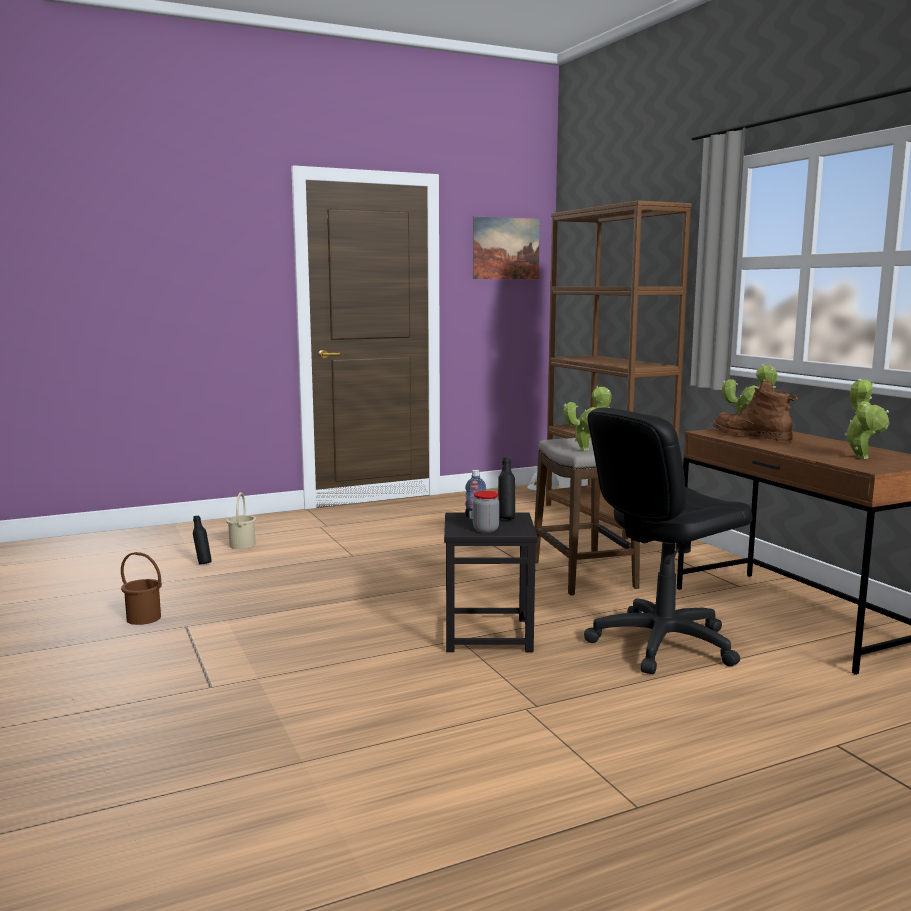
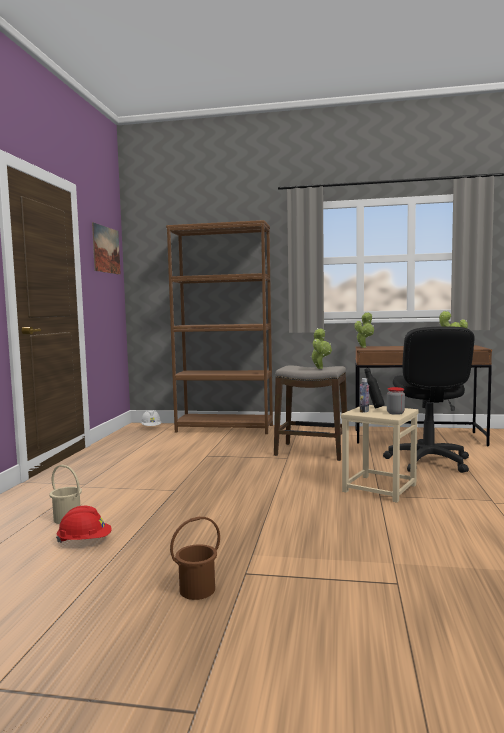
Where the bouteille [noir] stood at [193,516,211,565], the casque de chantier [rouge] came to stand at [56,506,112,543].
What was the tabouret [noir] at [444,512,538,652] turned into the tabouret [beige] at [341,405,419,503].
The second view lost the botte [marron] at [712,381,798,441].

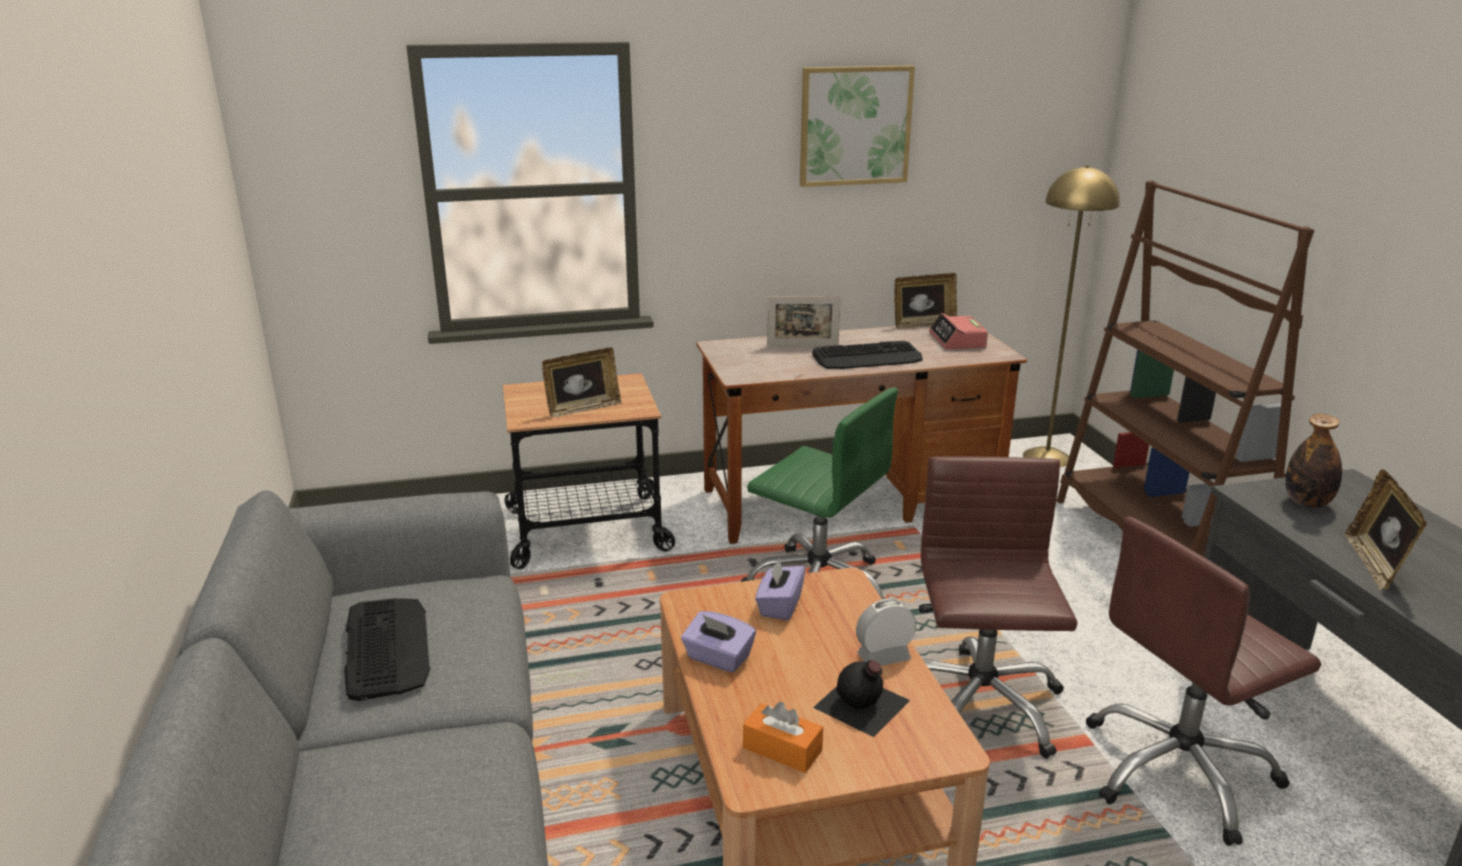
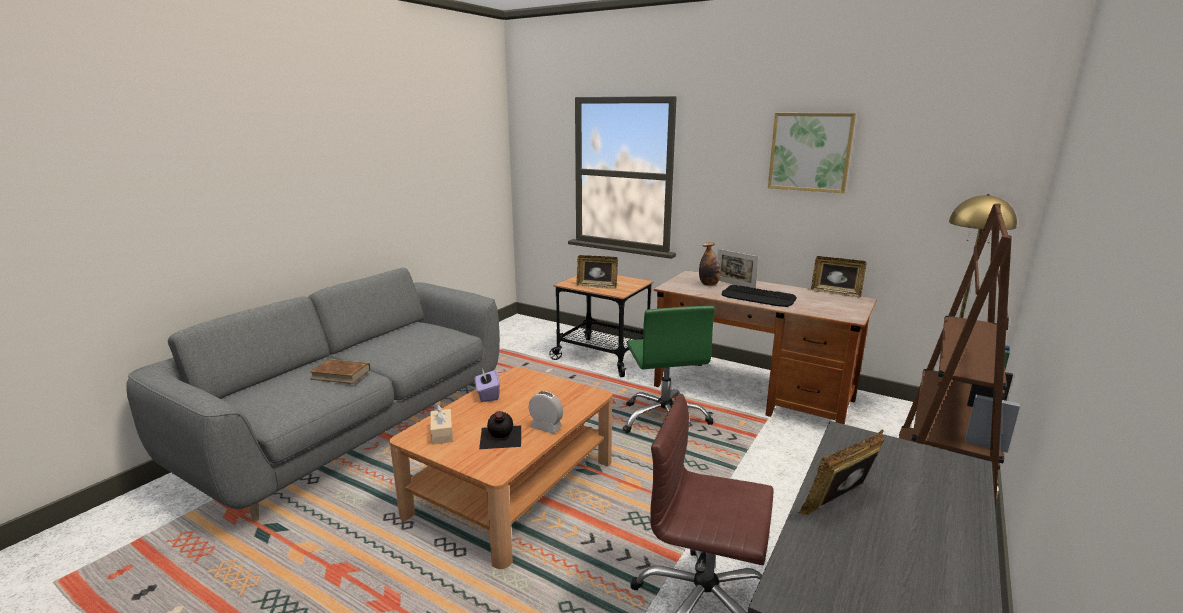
The second view gained the livre [marron] at [310,359,370,384].
What was the boîte à mouchoirs [orange] at [743,702,823,773] turned into the boîte à mouchoirs [beige] at [430,404,453,445].
The bouteille ended up elsewhere, having gone from [1285,414,1342,508] to [699,242,721,286].
The second view lost the clavier at [344,598,430,701].
The second view lost the boîte à mouchoirs [violet] at [755,559,805,620].
The second view lost the chaise de bureau [marron] at [919,456,1078,759].
The second view lost the réveil at [929,313,988,349].

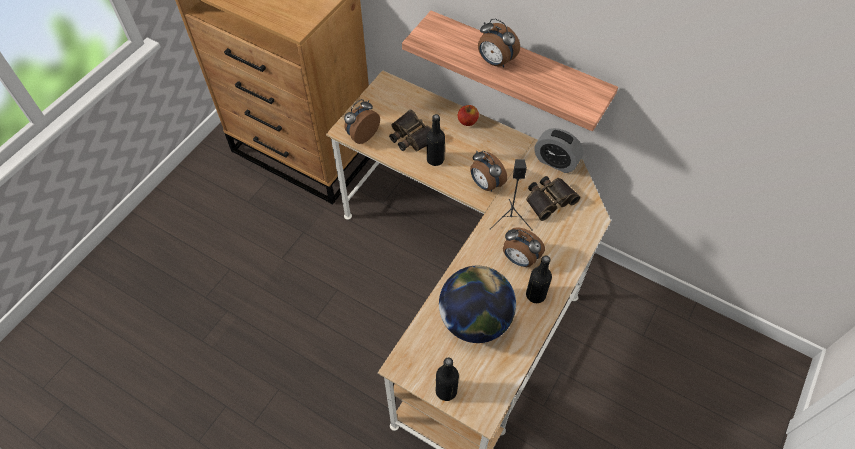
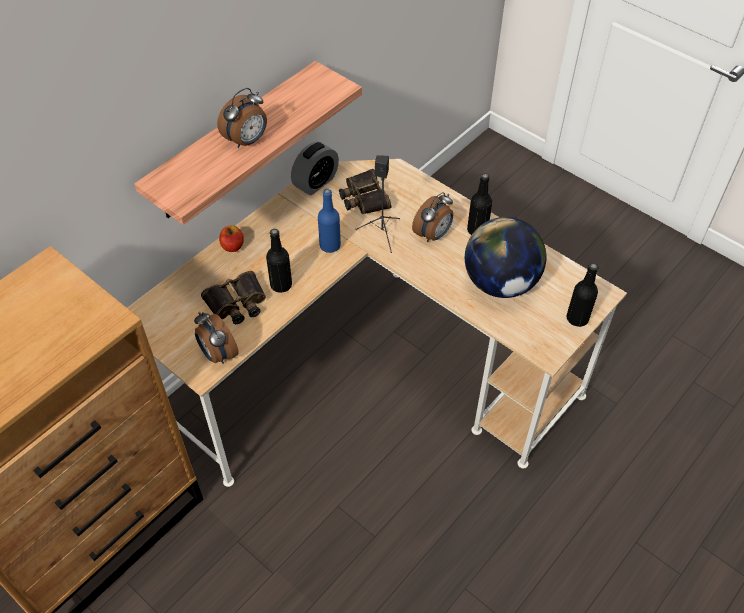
Where the réveil stood at [470,151,507,192], the bouteille [bleu] came to stand at [318,189,341,253].

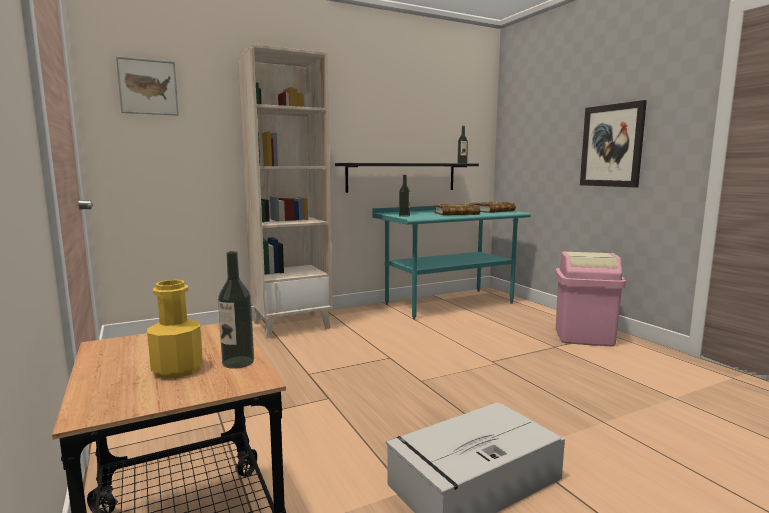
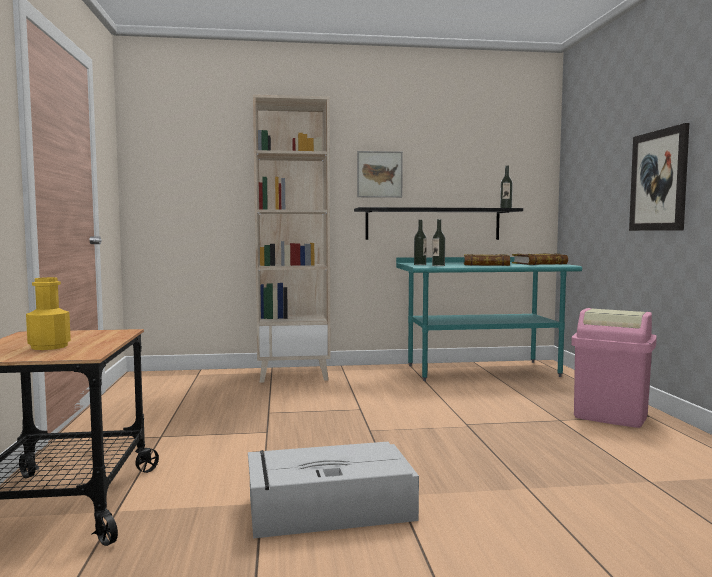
The tableau ended up elsewhere, having gone from [116,56,179,116] to [357,151,403,198].
The bouteille ended up elsewhere, having gone from [218,251,254,369] to [432,219,445,266].

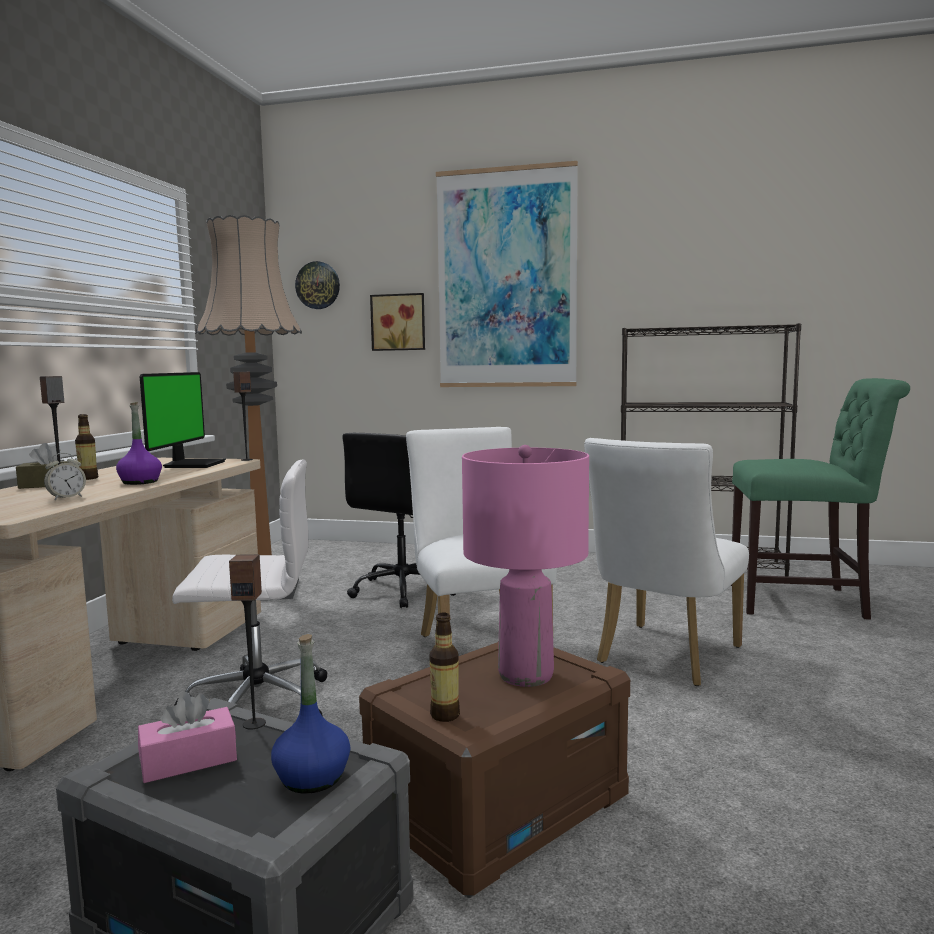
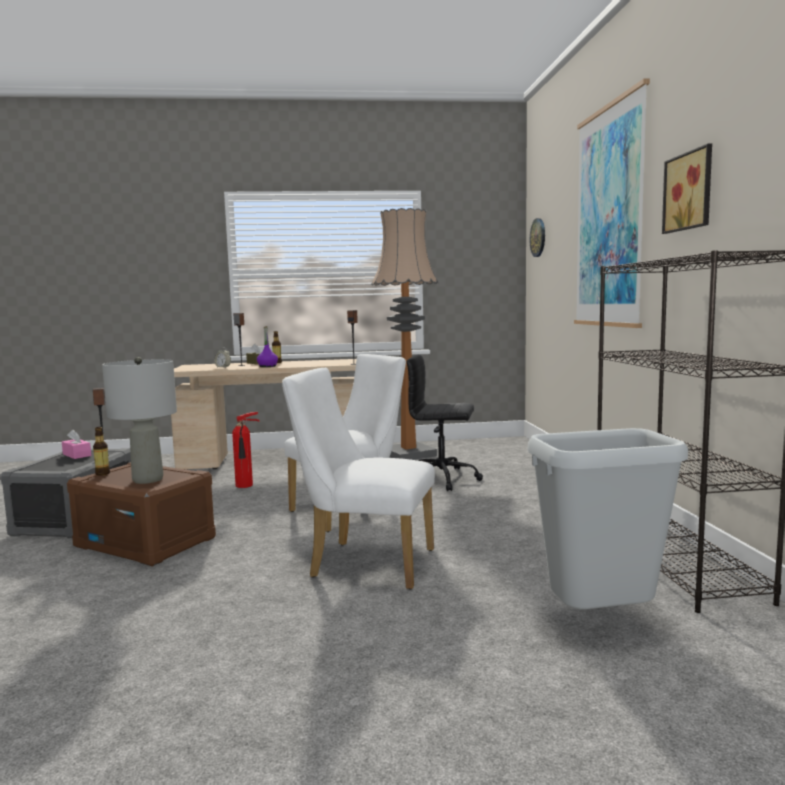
What was the lampe de table [rose] at [462,445,589,687] turned into the lampe de table [gris] at [102,357,177,484].
Where the chaise de bureau [blanc] stood at [172,459,327,716], the extincteur came to stand at [232,412,260,488].
Where the chaise [vert] stood at [731,378,910,620], the poubelle [gris] came to stand at [527,428,688,609].
The tableau ended up elsewhere, having gone from [370,293,425,351] to [662,144,712,234].
The second view lost the écran d'ordinateur at [140,372,226,468].
The second view lost the bouteille [bleu] at [271,634,350,794].

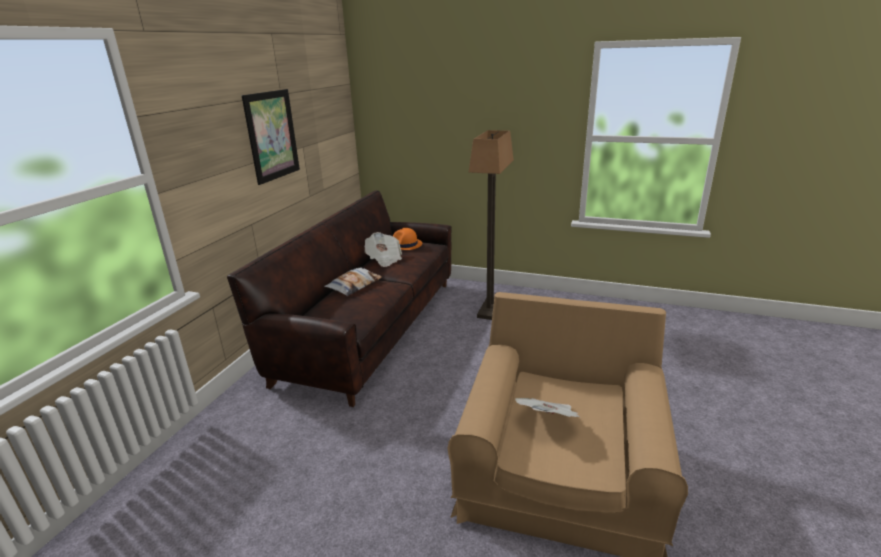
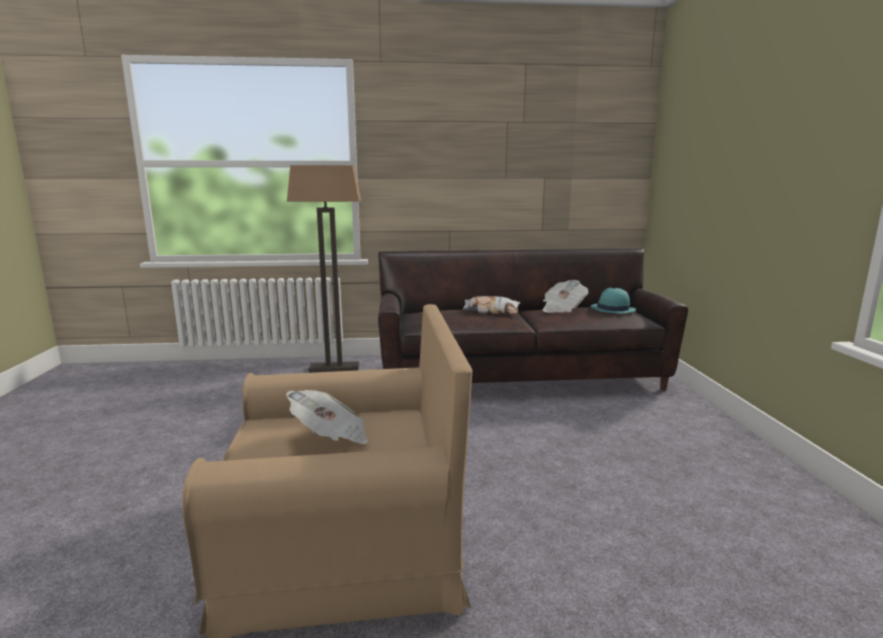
The lampadaire ended up elsewhere, having gone from [469,130,514,320] to [287,165,361,373].
What was the chapeau [orange] at [393,228,422,250] turned into the chapeau [turquoise] at [591,288,636,313].
The second view lost the tableau at [242,89,300,185].

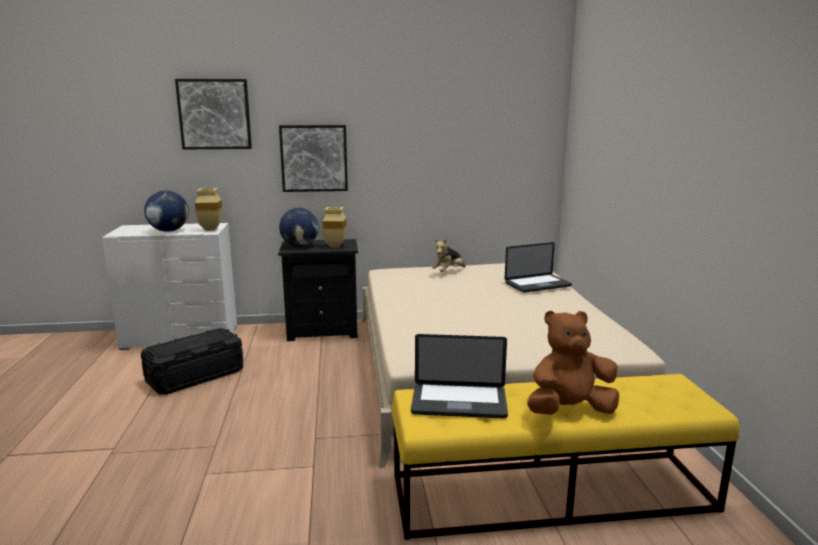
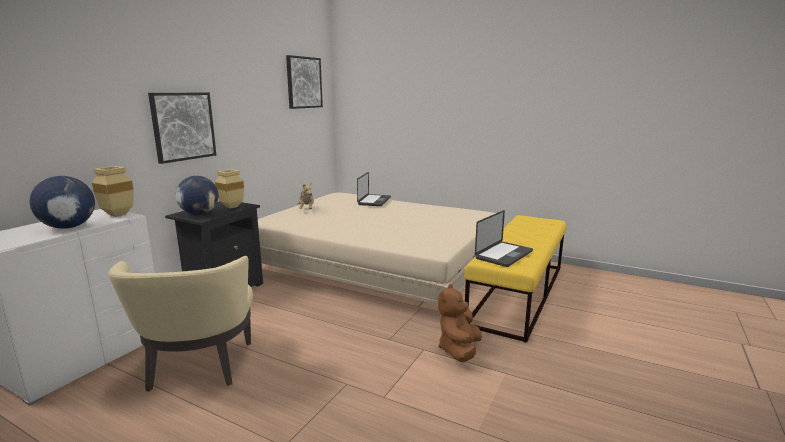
Where the boîte de rangement [noir] stood at [141,328,243,395], the fauteuil [beige] came to stand at [108,256,253,392].
The tableau ended up elsewhere, having gone from [175,79,252,149] to [286,55,323,109].
The peluche [marron] ended up elsewhere, having gone from [527,310,619,415] to [438,284,482,362].

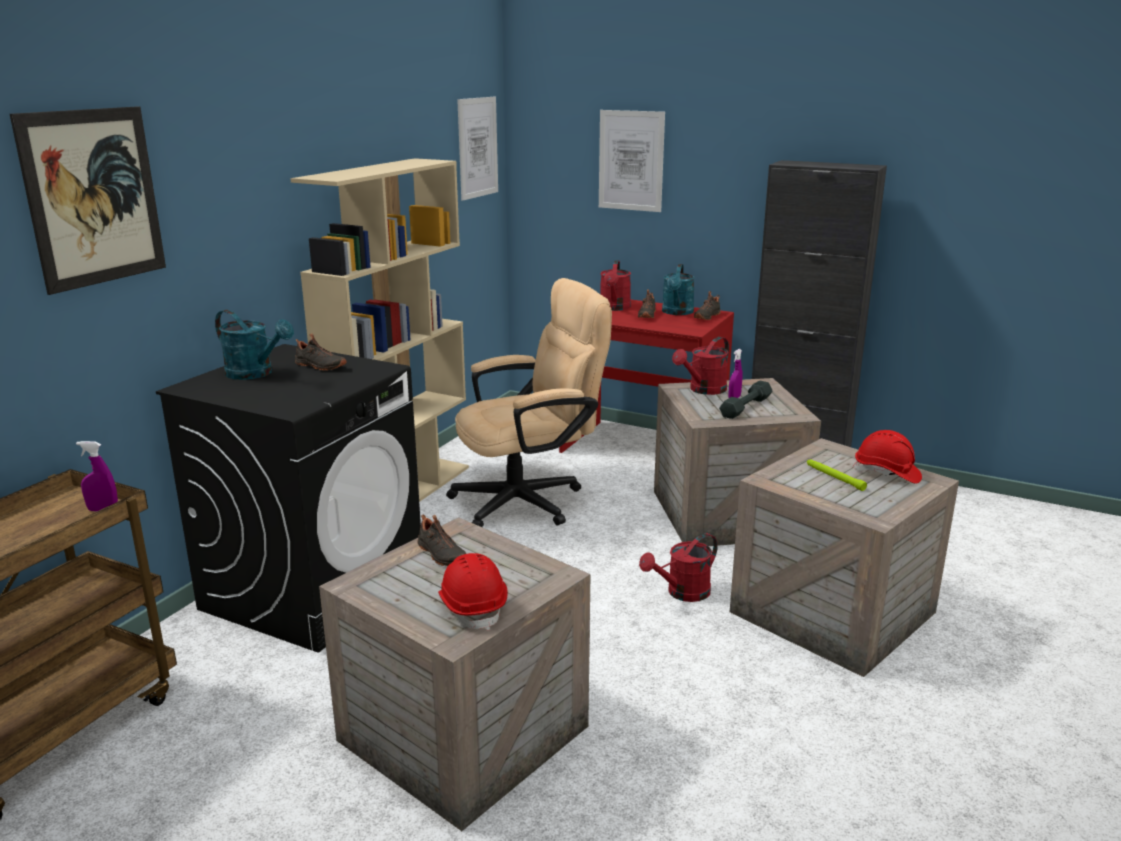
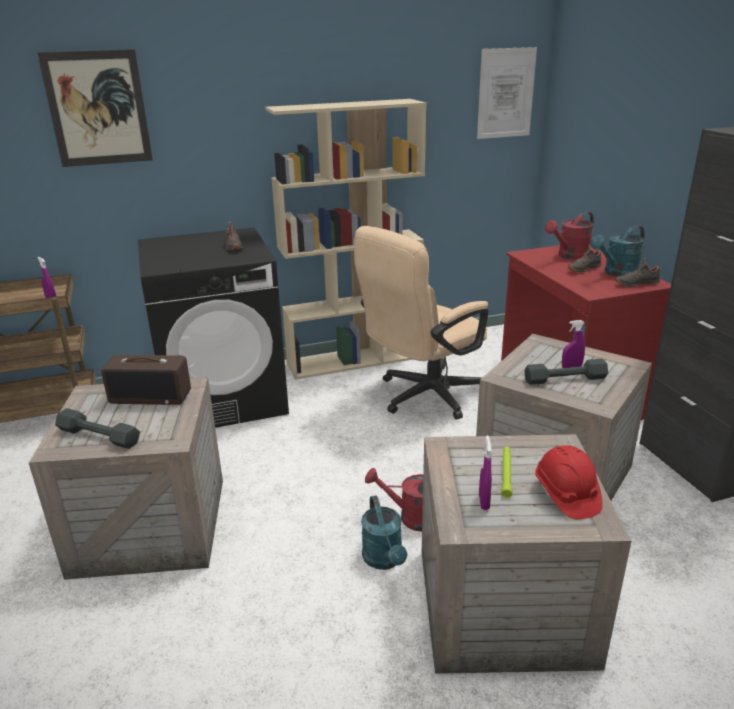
Where the casque de chantier [rouge] stood at [438,553,508,631], the haltère [gris] came to stand at [55,408,140,449].
Where the chaussure [noir] stood at [417,514,466,566], the radio came to stand at [101,355,191,405].
The chaise de bureau [beige] at [446,278,612,527] ended up facing another way, 120 degrees clockwise from before.
The arrosoir [turquoise] ended up elsewhere, having gone from [215,310,294,380] to [361,495,407,570].
The second view gained the vaporisateur [violet] at [479,436,492,510].
The second view lost the tableau at [599,110,665,212].
The second view lost the arrosoir [rouge] at [672,337,729,395].

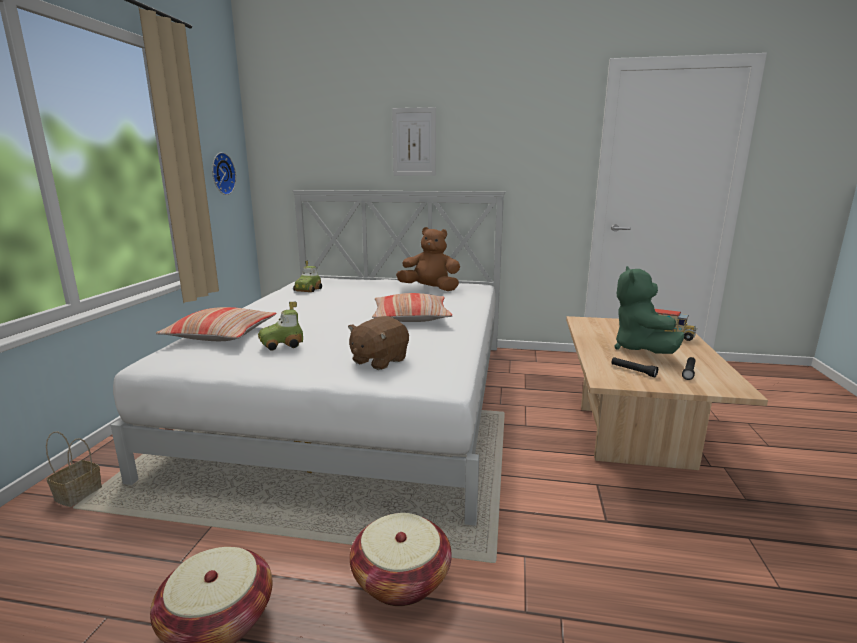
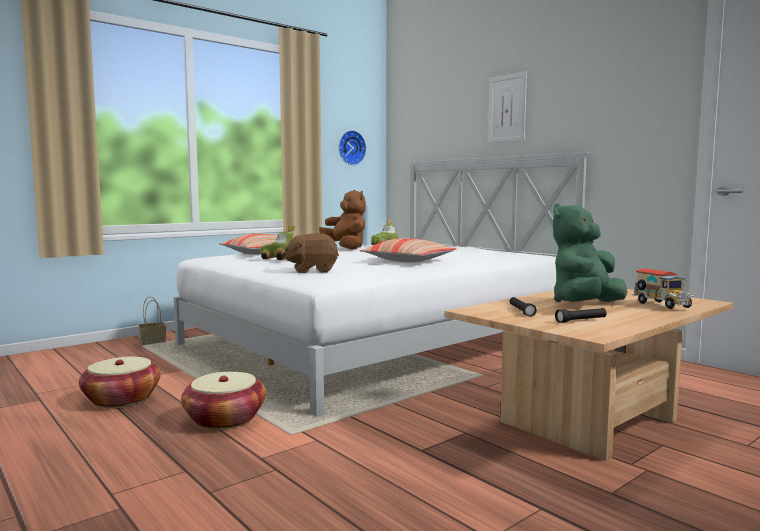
The peluche [marron] ended up elsewhere, having gone from [396,227,460,291] to [319,190,366,250].

